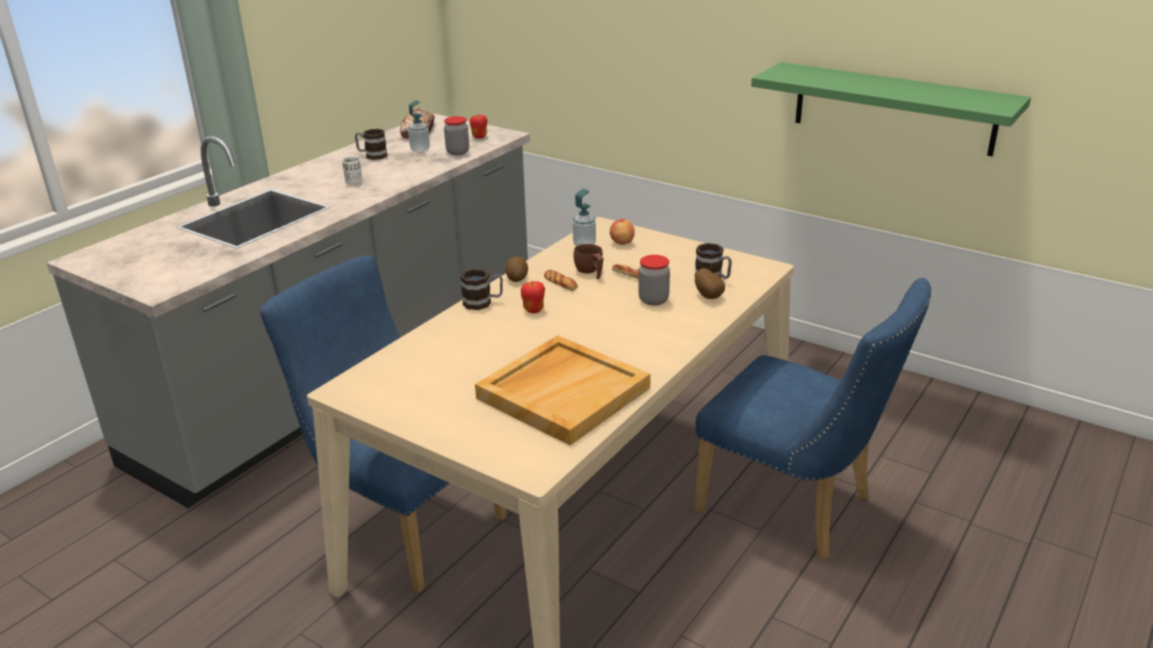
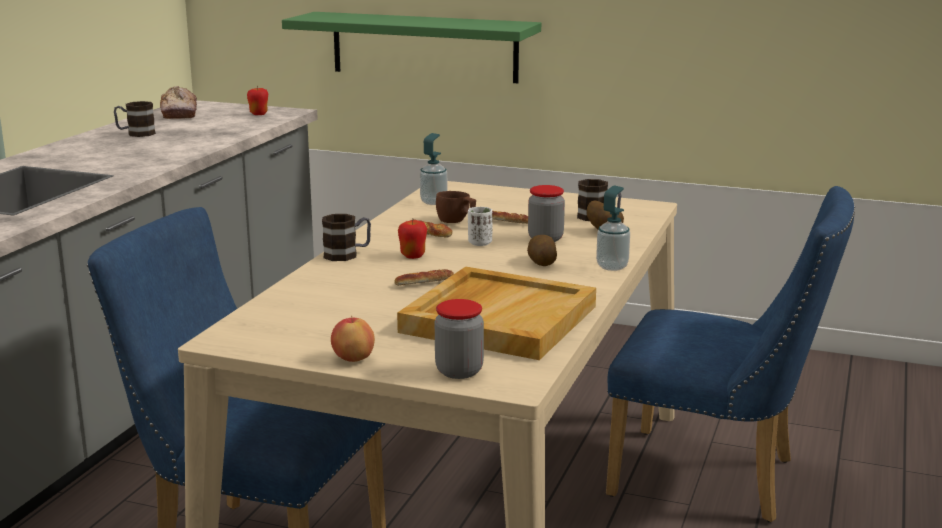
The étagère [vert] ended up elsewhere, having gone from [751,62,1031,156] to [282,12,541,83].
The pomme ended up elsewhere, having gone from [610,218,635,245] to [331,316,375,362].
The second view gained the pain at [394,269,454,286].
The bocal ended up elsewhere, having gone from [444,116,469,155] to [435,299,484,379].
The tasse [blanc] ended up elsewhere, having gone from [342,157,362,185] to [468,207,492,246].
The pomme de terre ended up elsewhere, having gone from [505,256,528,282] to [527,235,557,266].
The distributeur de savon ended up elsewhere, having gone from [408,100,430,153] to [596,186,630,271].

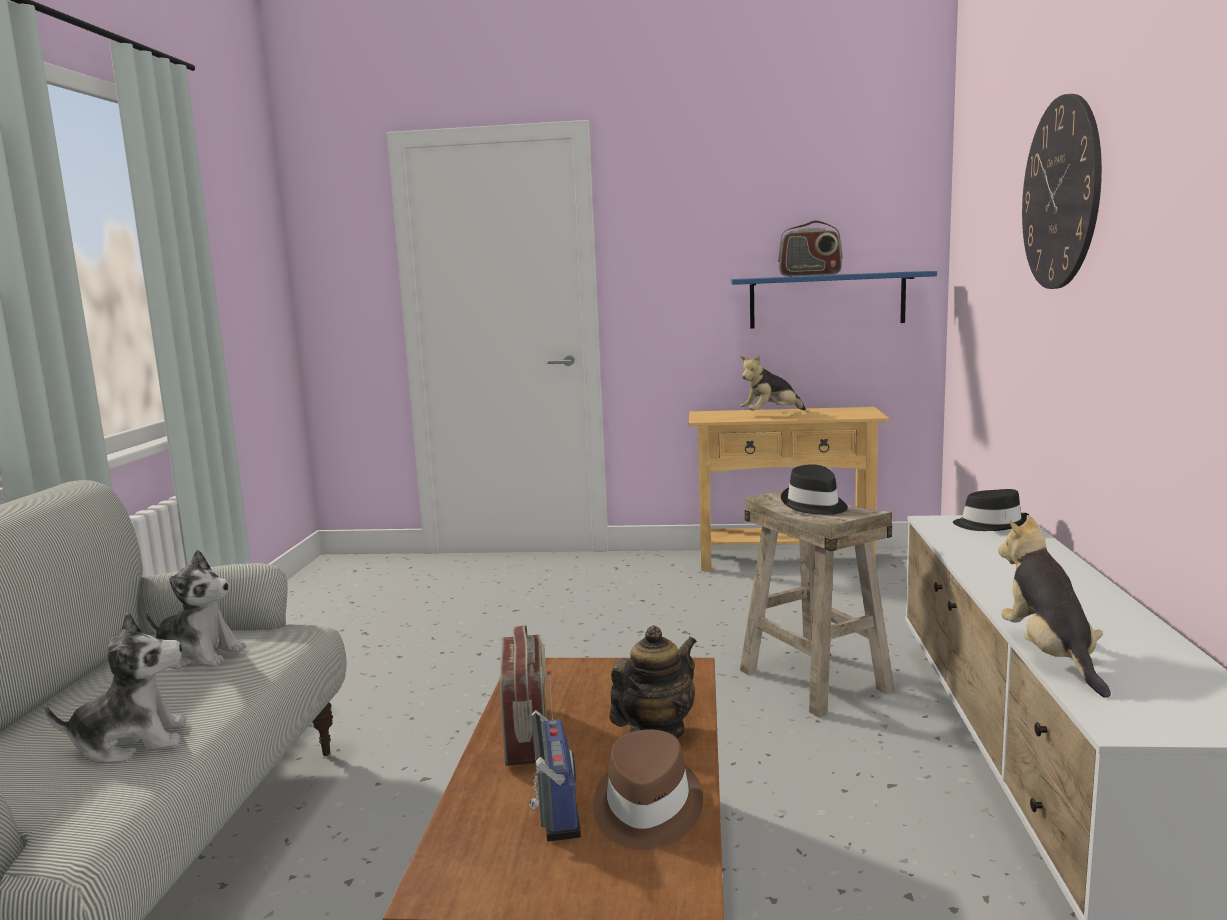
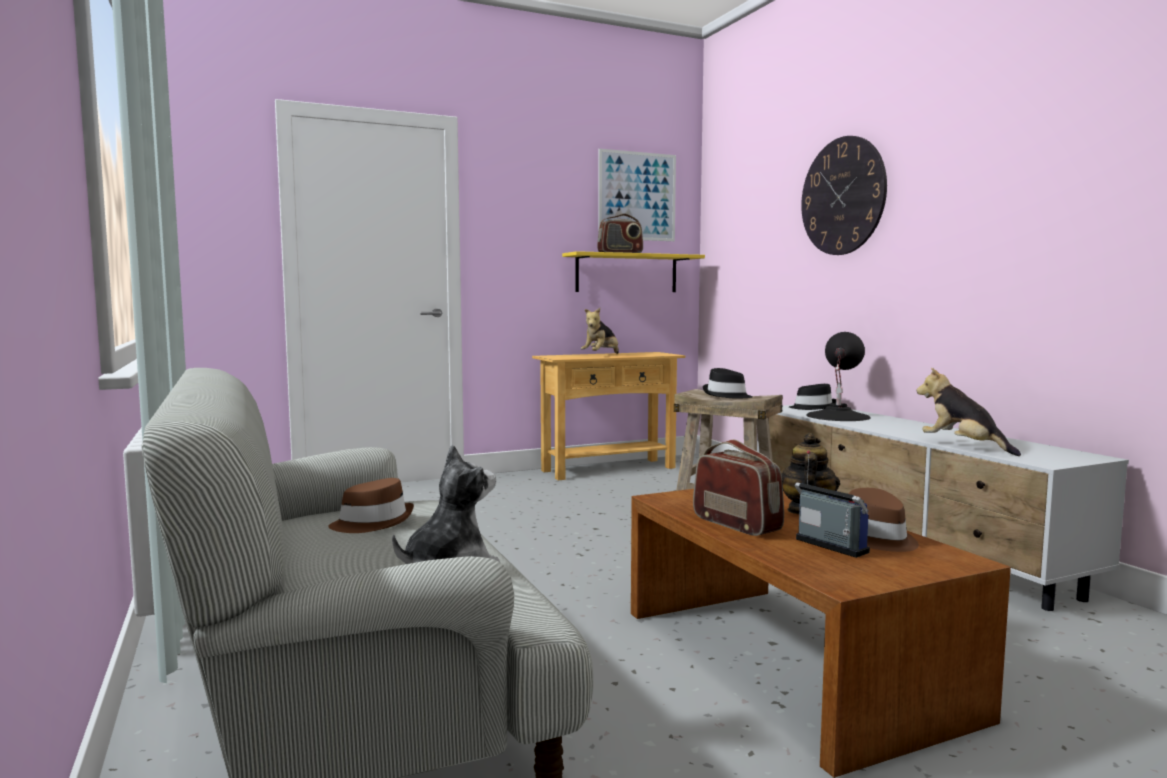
Where the peluche stood at [145,550,246,669], the chapeau [marron] came to stand at [328,478,414,533].
What was the étagère [bleu] at [731,271,937,329] turned into the étagère [jaune] at [562,251,705,292].
The second view gained the tableau at [598,149,676,241].
The second view gained the lampe de table [noir] at [806,332,871,421].

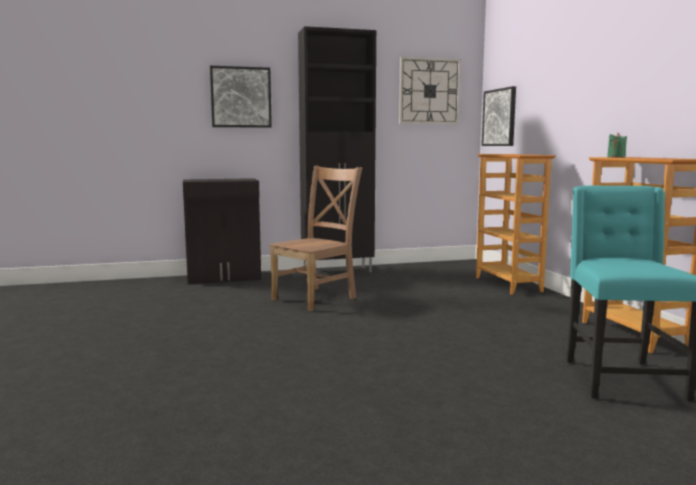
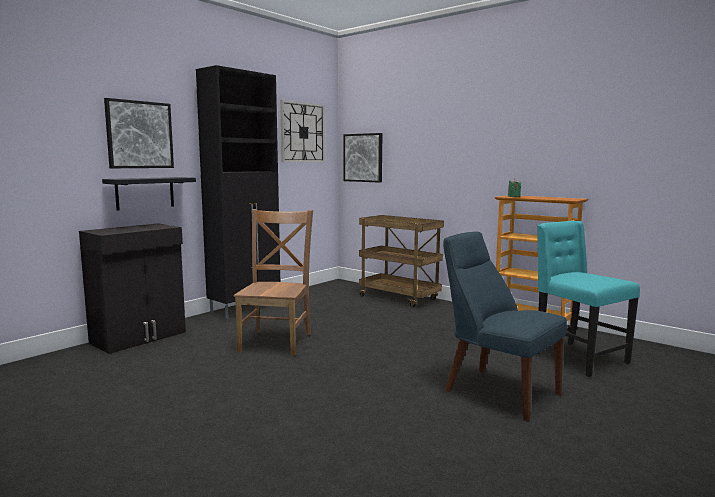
The second view gained the étagère [noir] at [102,177,196,210].
Where the bibliothèque stood at [476,154,556,295], the chariot [marron] came to stand at [359,215,444,308].
The second view gained the chaise [bleu] at [443,232,567,422].

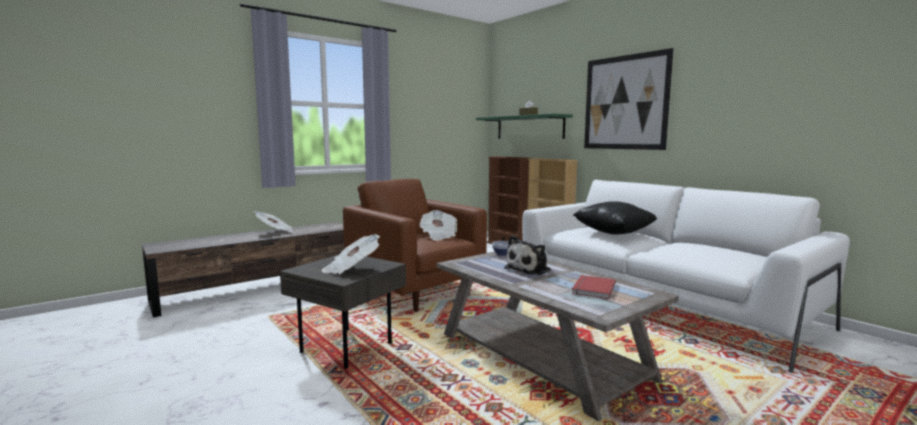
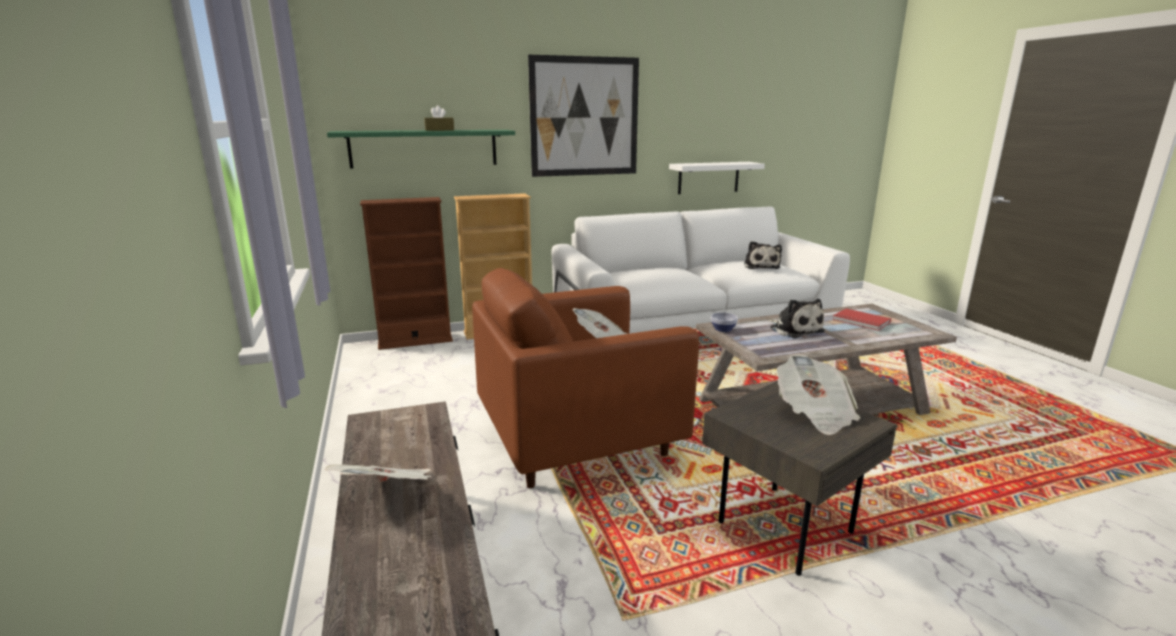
The second view gained the étagère [blanc] at [669,162,765,194].
The second view gained the peluche at [744,241,782,269].
The second view lost the coussin [noir] at [573,201,657,235].

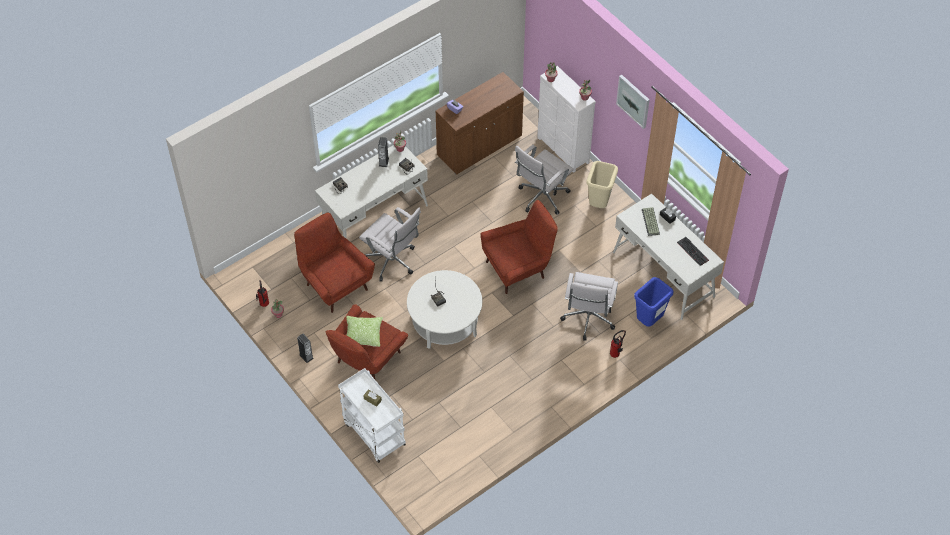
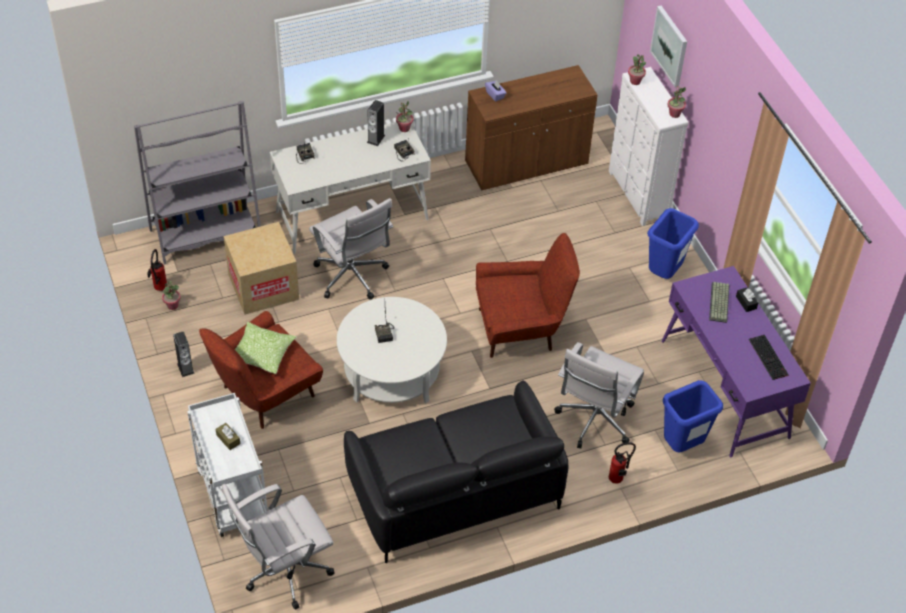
The second view gained the bibliothèque [gris] at [134,101,261,265].
The chaise de bureau [blanc] ended up elsewhere, having gone from [515,145,574,215] to [222,484,335,610].
Where the fauteuil [rouge] stood at [294,212,375,313], the carton came to stand at [224,222,299,315].
The second view gained the canapé [noir] at [344,381,568,564].
What was the poubelle [beige] at [586,161,618,208] turned into the poubelle [bleu] at [647,208,699,279].
The tableau ended up elsewhere, having gone from [616,75,650,129] to [650,6,687,87].
What was the bureau [blanc] at [613,193,724,320] turned into the bureau [violet] at [661,266,811,457].

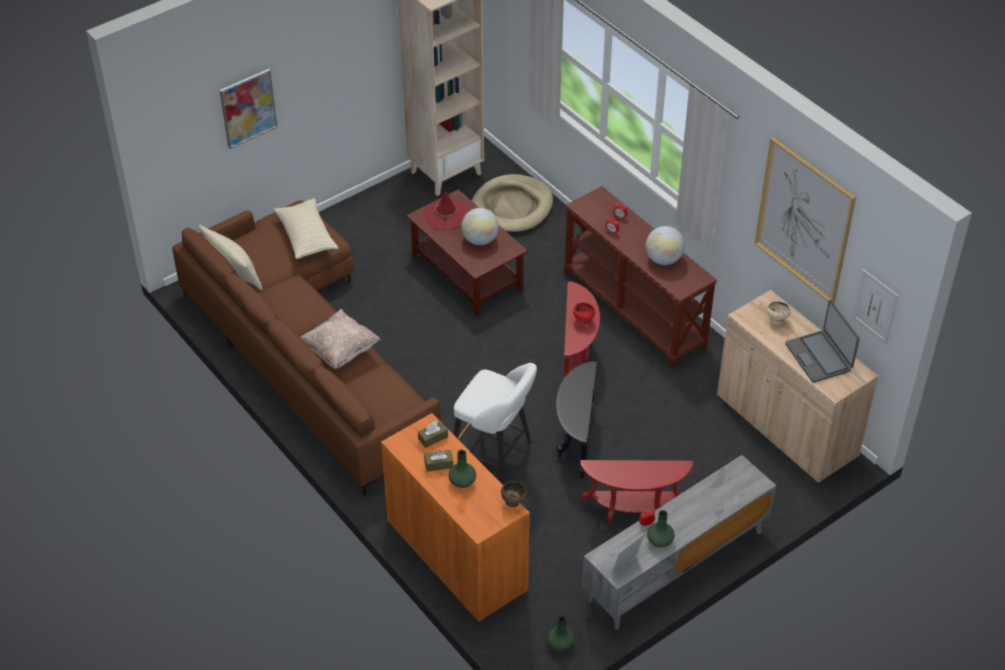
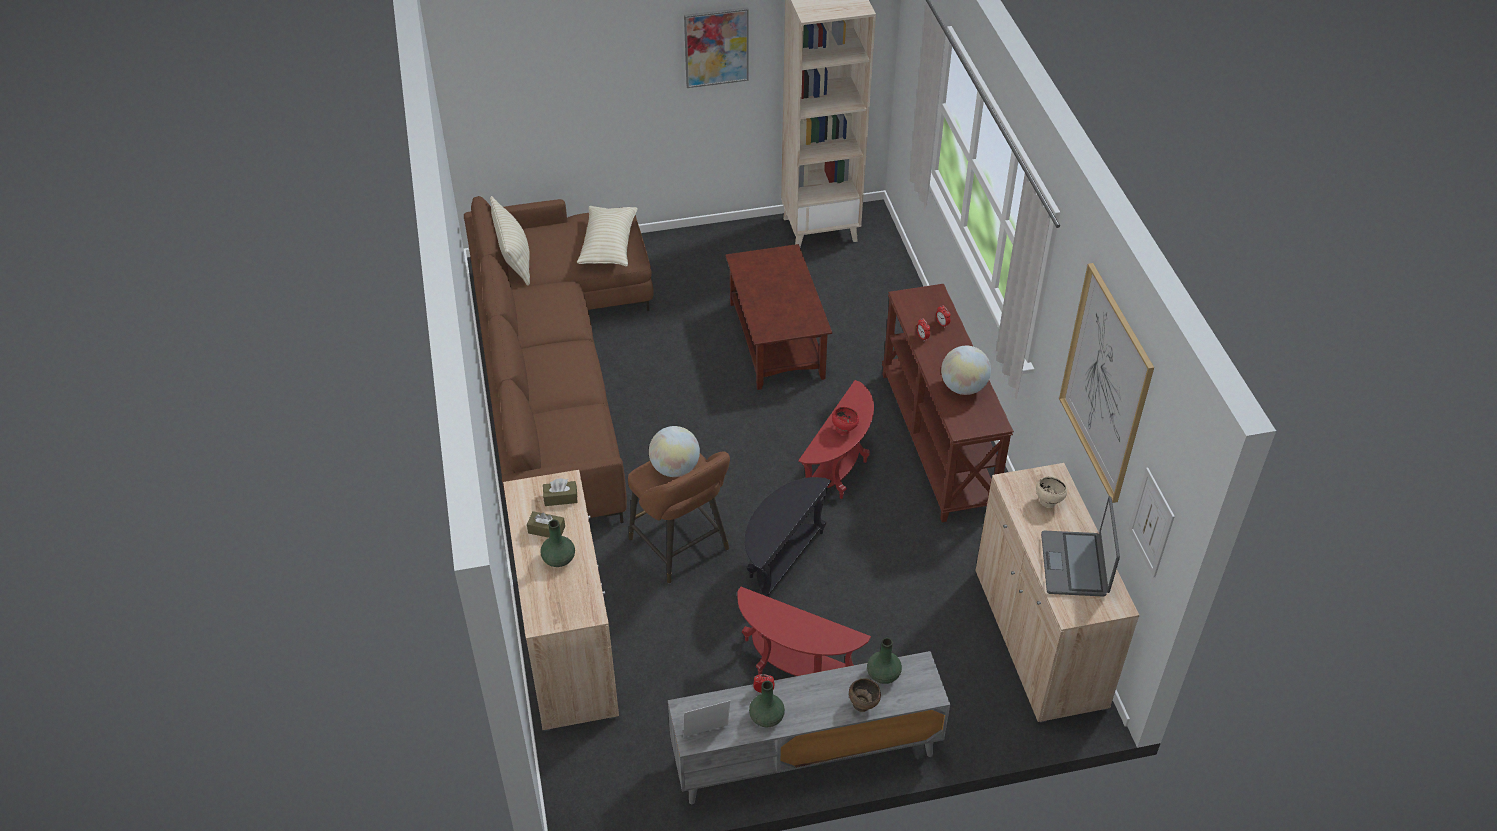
What was the meuble de rangement [orange] at [381,413,530,622] turned into the meuble de rangement [beige] at [503,470,619,731].
What was the tabouret [blanc] at [454,363,537,484] turned into the tabouret [marron] at [628,451,730,584].
The globe ended up elsewhere, having gone from [461,208,499,245] to [649,426,700,477].
The tableau ended up elsewhere, having gone from [220,69,277,149] to [684,7,749,88].
The bol [marron] ended up elsewhere, having gone from [501,481,527,508] to [849,678,881,712].
The vase [vert] ended up elsewhere, having gone from [548,616,575,652] to [867,638,902,684].
The second view lost the coussin [beige] at [300,309,381,369].
The second view lost the chapeau [rouge] at [423,192,469,230].
The second view lost the panier pour chien [beige] at [472,174,553,233].

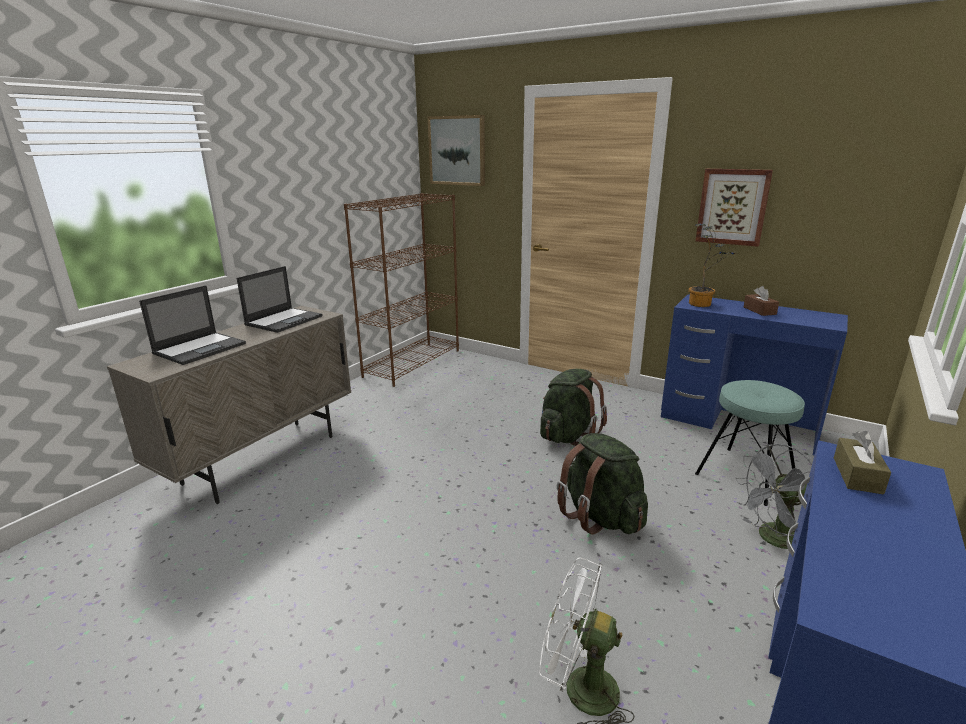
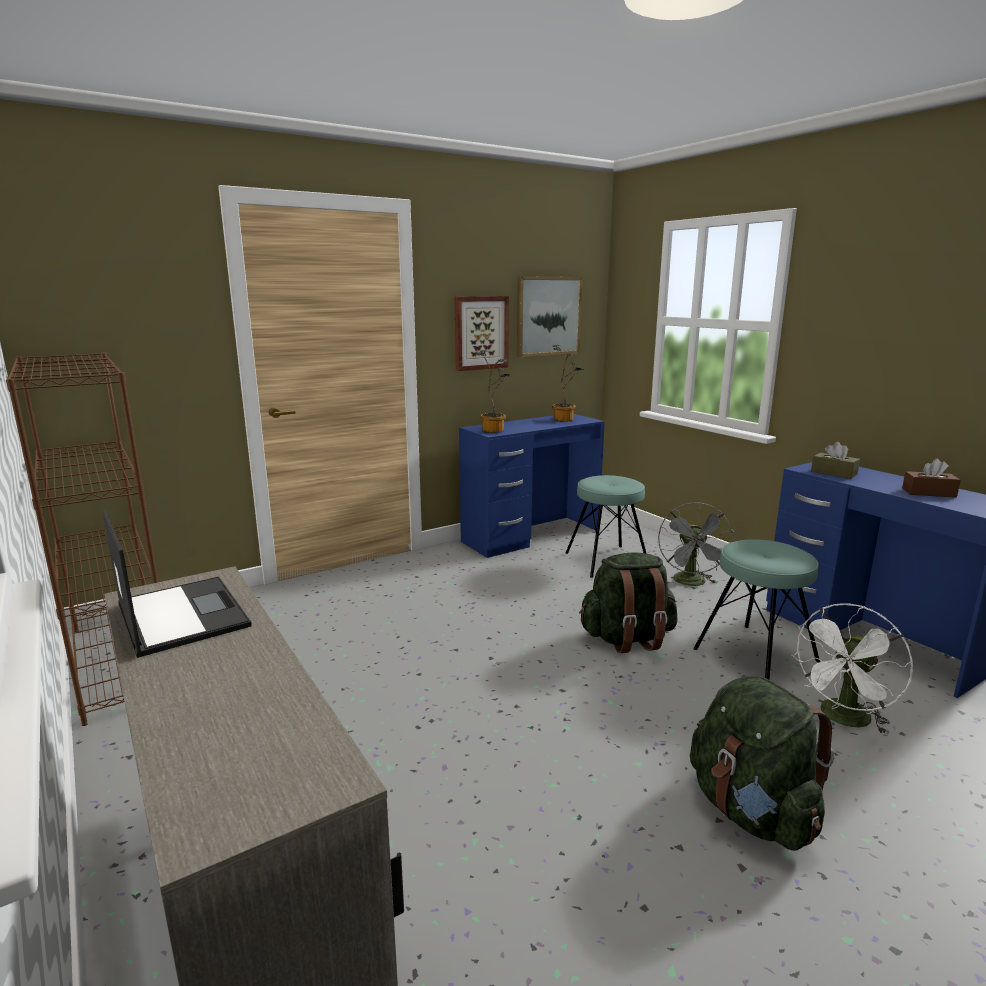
The tableau ended up elsewhere, having gone from [428,115,485,186] to [517,276,582,357].
The second view gained the plante en pot at [552,345,583,422].
The sac à dos [vert] ended up elsewhere, having gone from [540,369,607,446] to [690,676,834,851].
The second view gained the tabouret [turquoise] at [693,539,820,679].
The boîte à mouchoirs [marron] ended up elsewhere, having gone from [744,286,779,316] to [902,458,961,498].
The second view lost the ordinateur portable at [139,285,246,365].

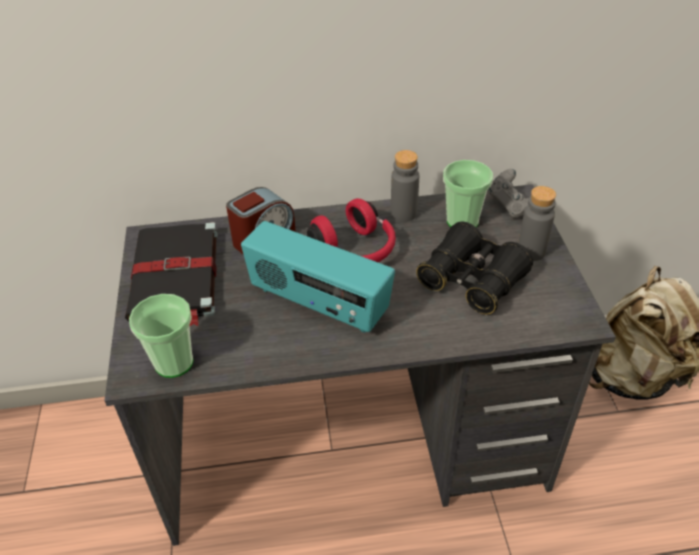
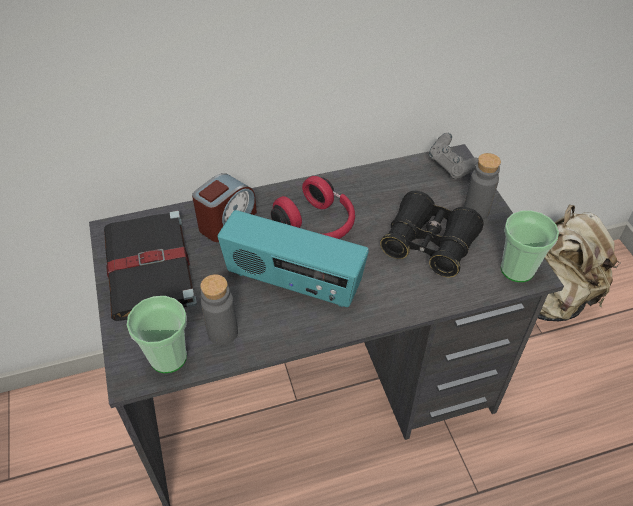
The bouteille [gris] ended up elsewhere, having gone from [391,150,419,222] to [200,274,238,345].
The tasse ended up elsewhere, having gone from [443,160,493,227] to [501,210,559,282].

